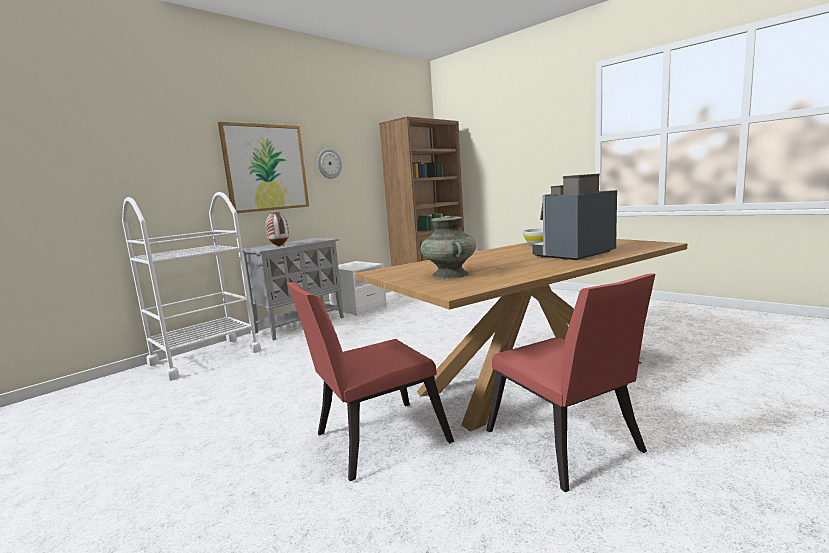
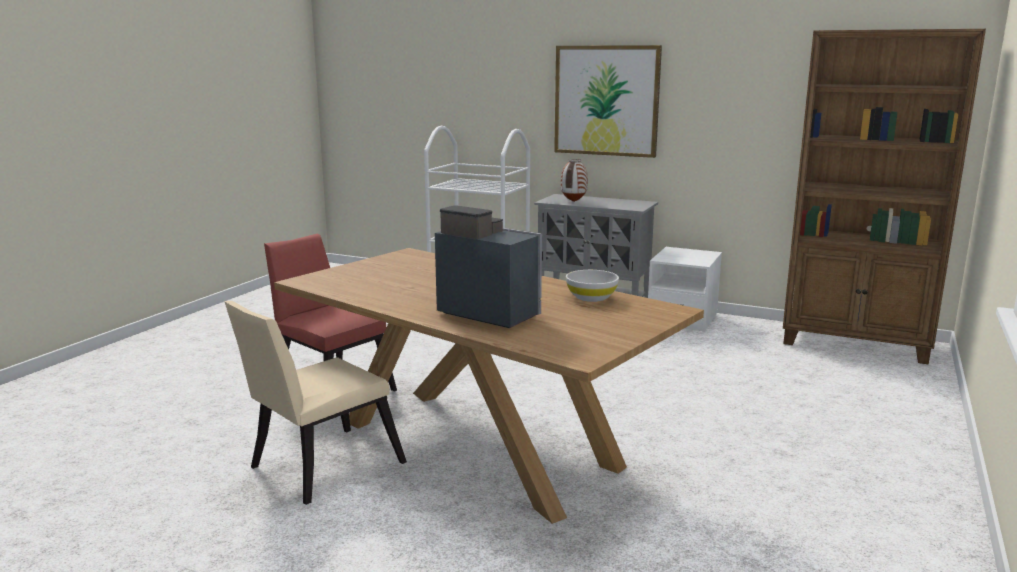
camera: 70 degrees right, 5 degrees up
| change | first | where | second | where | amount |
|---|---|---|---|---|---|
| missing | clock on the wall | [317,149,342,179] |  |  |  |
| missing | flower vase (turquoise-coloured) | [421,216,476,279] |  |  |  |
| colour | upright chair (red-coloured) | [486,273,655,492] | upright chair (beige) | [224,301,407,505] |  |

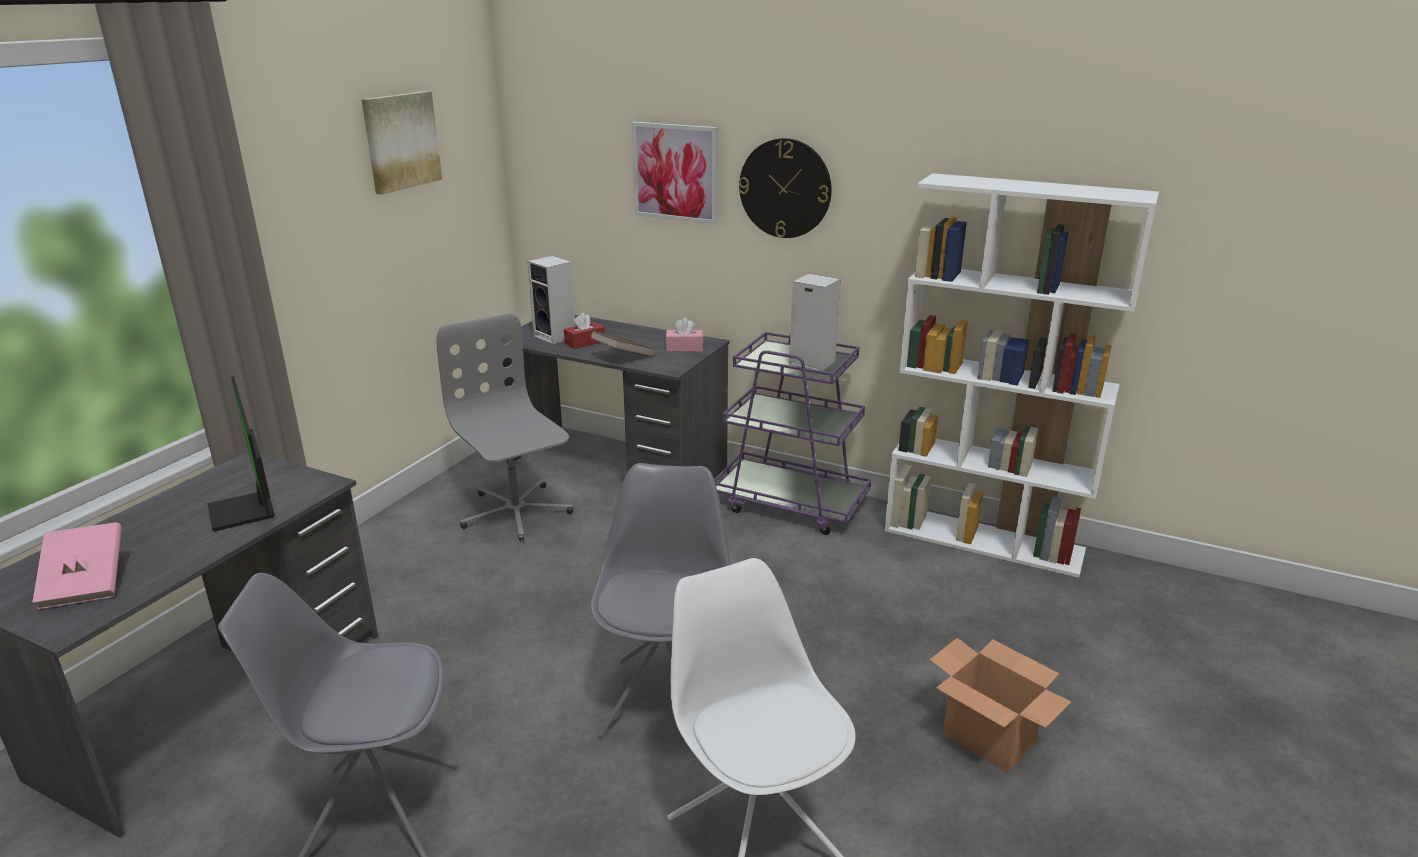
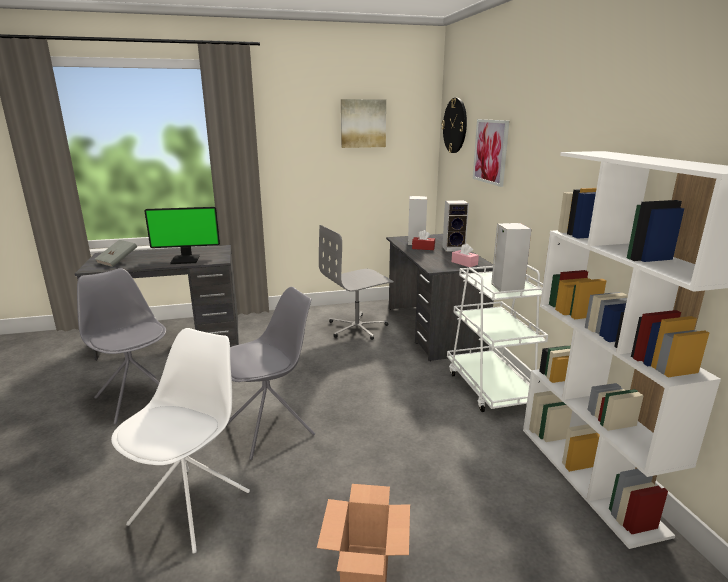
camera: 50 degrees right, 5 degrees down
| change | first | where | second | where | amount |
|---|---|---|---|---|---|
| relocated | clock on the wall | [739,138,832,238] |  | [441,98,467,153] |  |
| spun | office chair (grey) | [436,313,573,541] |  | [319,225,394,340] | 135 degrees counterclockwise |
| missing | book (brown) | [590,331,655,357] |  |  |  |
| colour | cart (purplish) | [714,332,871,535] | cart (whitish) | [447,265,548,412] |  |
| spun | computer screen | [207,376,275,532] |  | [144,207,220,264] | 120 degrees counterclockwise |
| colour | book (pinkish) | [32,522,122,610] | book (grey) | [95,240,137,267] |  |
| appeared |  |  | loudspeaker | [442,200,469,252] |  |

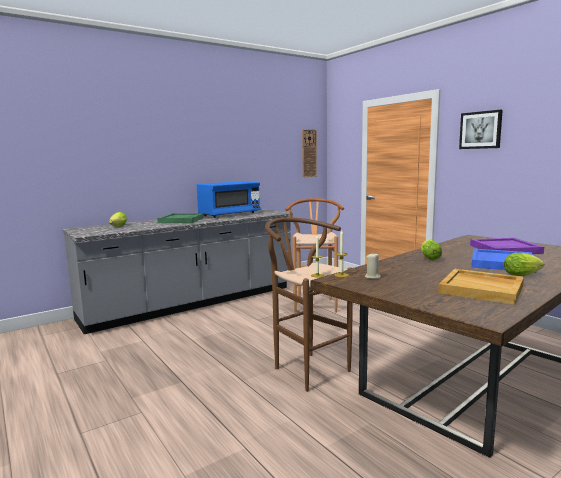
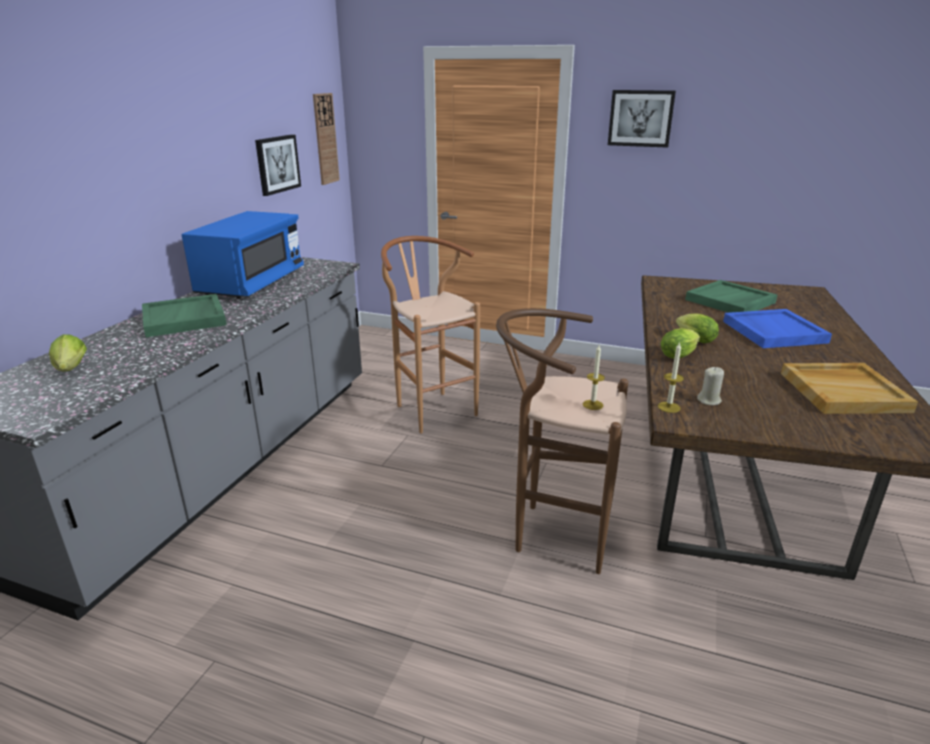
camera: 35 degrees left, 15 degrees up
| change | first | where | second | where | amount |
|---|---|---|---|---|---|
| colour | tray (purplish) | [470,238,544,254] | tray (green-coloured) | [685,280,777,313] |  |
| relocated | lettuce | [504,253,544,276] |  | [660,328,700,359] |  |
| appeared |  |  | wall art | [255,134,301,196] |  |

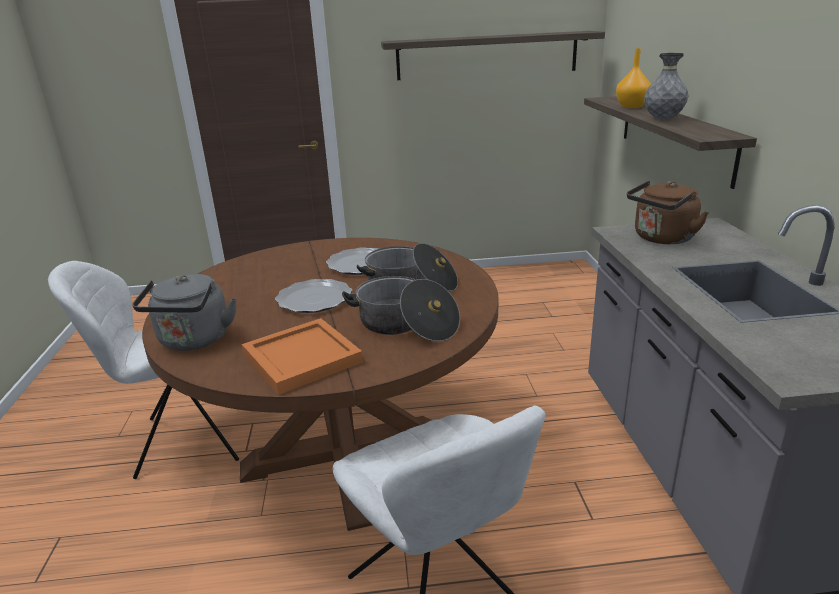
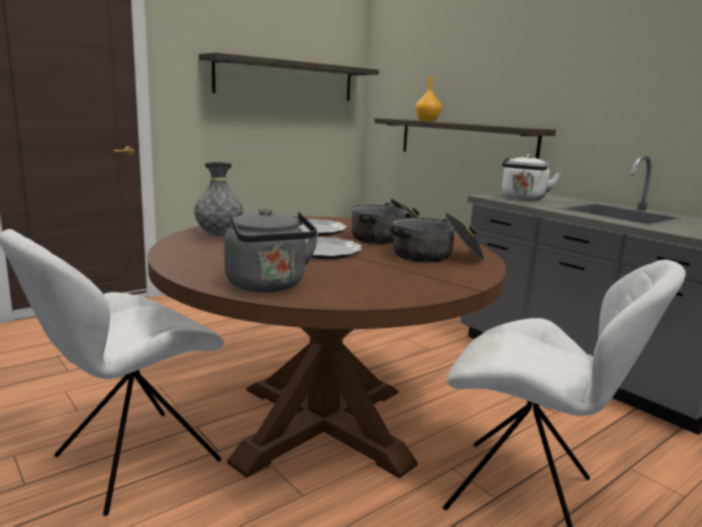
camera: 35 degrees left, 10 degrees down
| change | first | where | second | where | amount |
|---|---|---|---|---|---|
| relocated | flower vase (grey) | [644,53,688,120] |  | [194,162,243,237] |  |
| colour | water kettle (brown) | [627,180,709,244] | water kettle (whitish) | [502,154,560,200] |  |
| missing | tray (orange) | [242,318,363,395] |  |  |  |

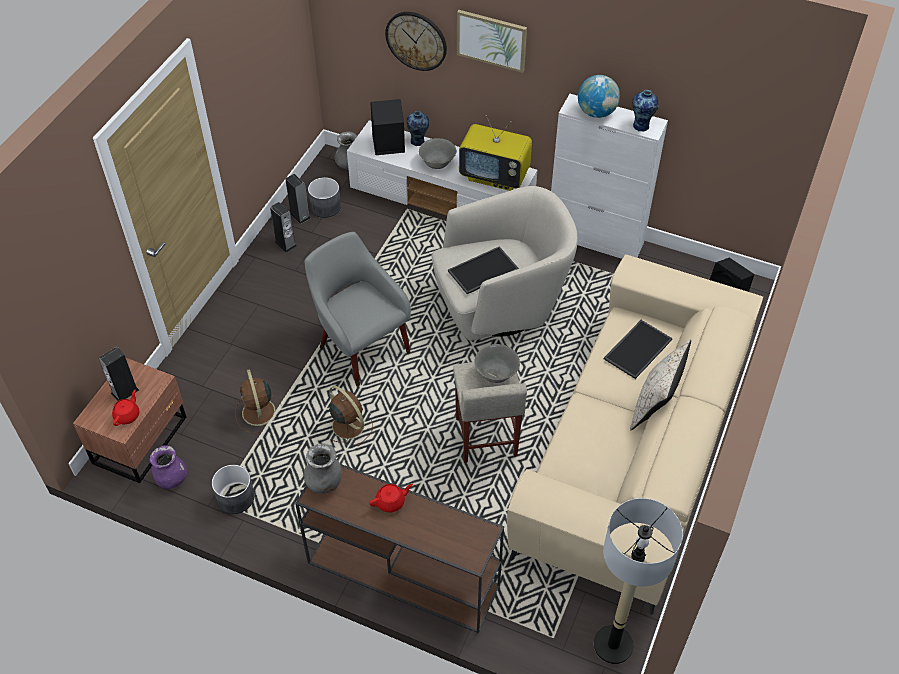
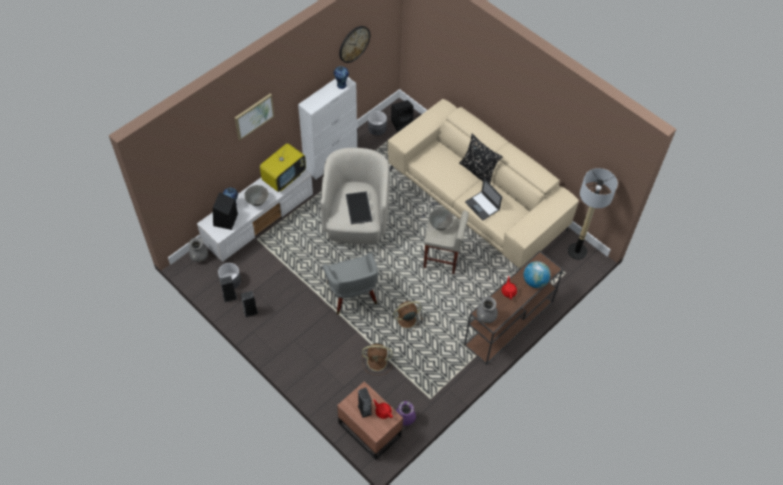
camera: 70 degrees left, 5 degrees up
| change | first | where | second | where | amount |
|---|---|---|---|---|---|
| relocated | clock on the wall | [385,12,447,71] |  | [339,26,370,63] |  |
| relocated | world globe | [578,75,620,118] |  | [524,261,551,288] |  |
| spun | easy chair (grey) | [304,232,411,386] |  | [322,253,378,314] | 90 degrees counterclockwise |
| missing | tray | [604,320,673,379] |  |  |  |
| colour | throw pillow (beige) | [630,339,691,430] | throw pillow (blackish) | [459,134,503,184] |  |
| relocated | plant pot (grey) | [212,465,255,514] |  | [368,111,387,136] |  |
| appeared |  |  | portable computer | [465,179,502,221] |  |

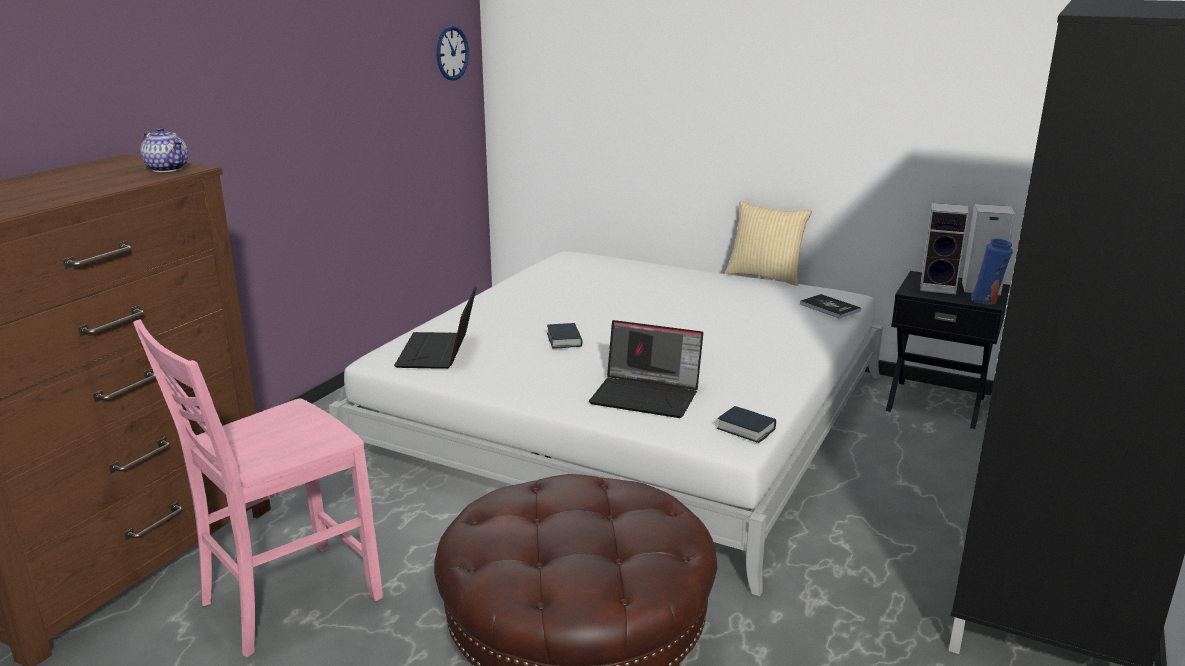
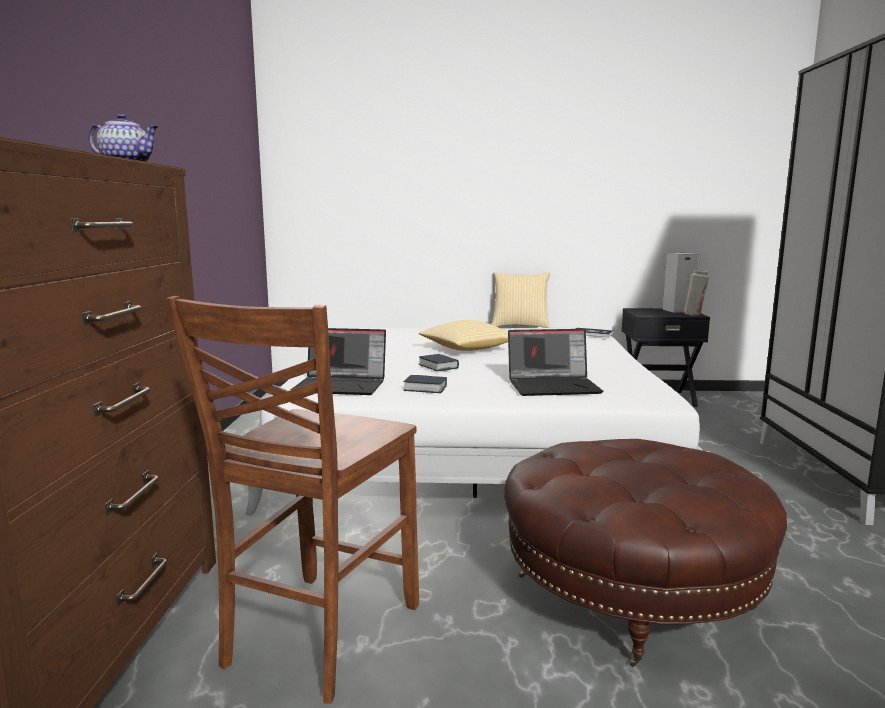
camera: 25 degrees left, 10 degrees down
| change | first | where | second | where | amount |
|---|---|---|---|---|---|
| missing | clock on the wall | [436,26,469,80] |  |  |  |
| missing | loudspeaker | [920,203,969,295] |  |  |  |
| colour | flower vase (bluish) | [971,239,1013,304] | flower vase (whitish) | [683,270,709,315] |  |
| spun | portable computer | [394,286,477,369] |  | [290,328,386,395] | 60 degrees counterclockwise |
| colour | upright chair (pinkish) | [133,319,383,657] | upright chair (brown) | [166,296,419,704] |  |
| relocated | book | [717,406,776,443] |  | [403,375,447,393] |  |
| appeared |  |  | throw pillow | [419,320,508,351] |  |

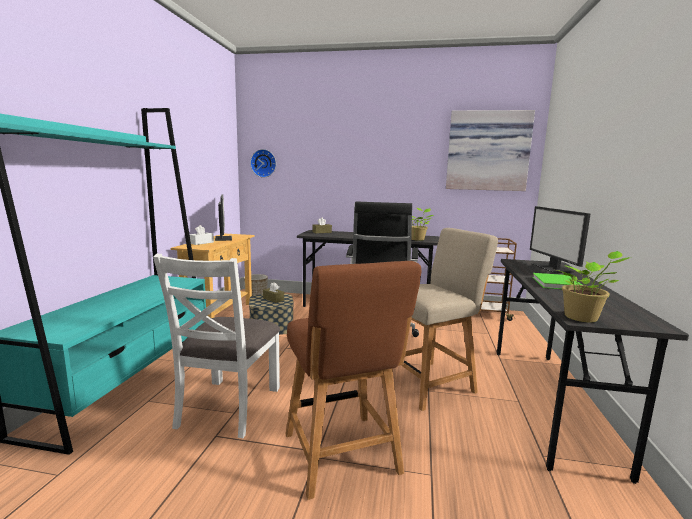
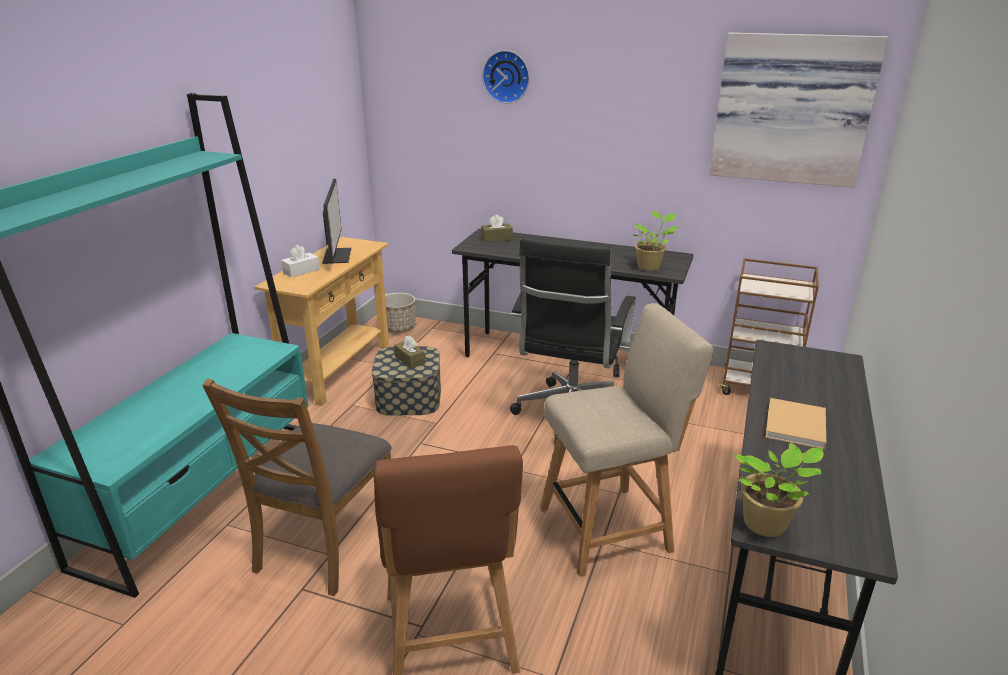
camera: 10 degrees right, 15 degrees up
| change | first | where | second | where | amount |
|---|---|---|---|---|---|
| relocated | clock on the wall | [250,149,276,178] |  | [482,50,530,104] |  |
| missing | computer screen | [530,206,591,272] |  |  |  |
| colour | upright chair (whitish) | [153,254,280,438] | upright chair (brown) | [202,379,392,596] |  |
| colour | book (green-coloured) | [532,273,582,289] | book (beige) | [765,398,826,449] |  |

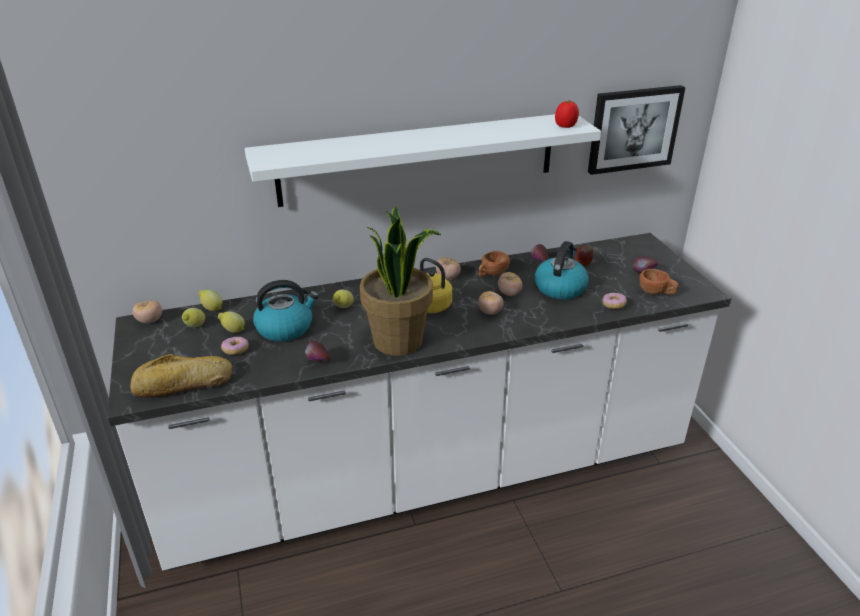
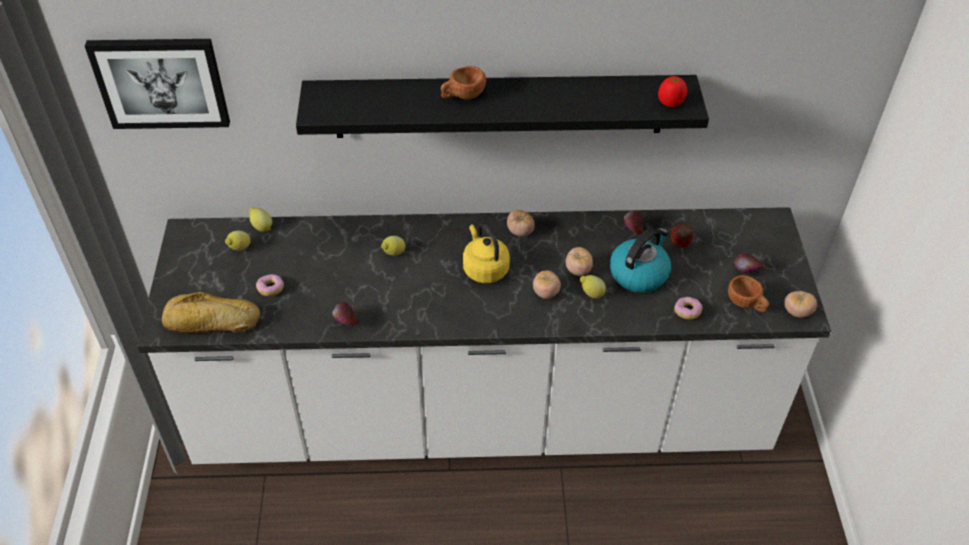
camera: 15 degrees right, 15 degrees up
| change | first | where | second | where | amount |
|---|---|---|---|---|---|
| relocated | wall art | [588,85,685,175] |  | [85,39,230,129] |  |
| colour | bracket shelf (whitish) | [245,114,601,207] | bracket shelf (blackish) | [296,75,709,138] |  |
| missing | potted plant | [360,205,441,356] |  |  |  |
| relocated | small cup (brown) | [479,251,510,277] |  | [441,66,486,99] |  |
| missing | water kettle | [253,280,319,342] |  |  |  |
| relocated | tomato | [132,300,162,323] |  | [784,291,817,318] |  |
| relocated | citrus fruit | [218,311,245,333] |  | [580,275,606,298] |  |

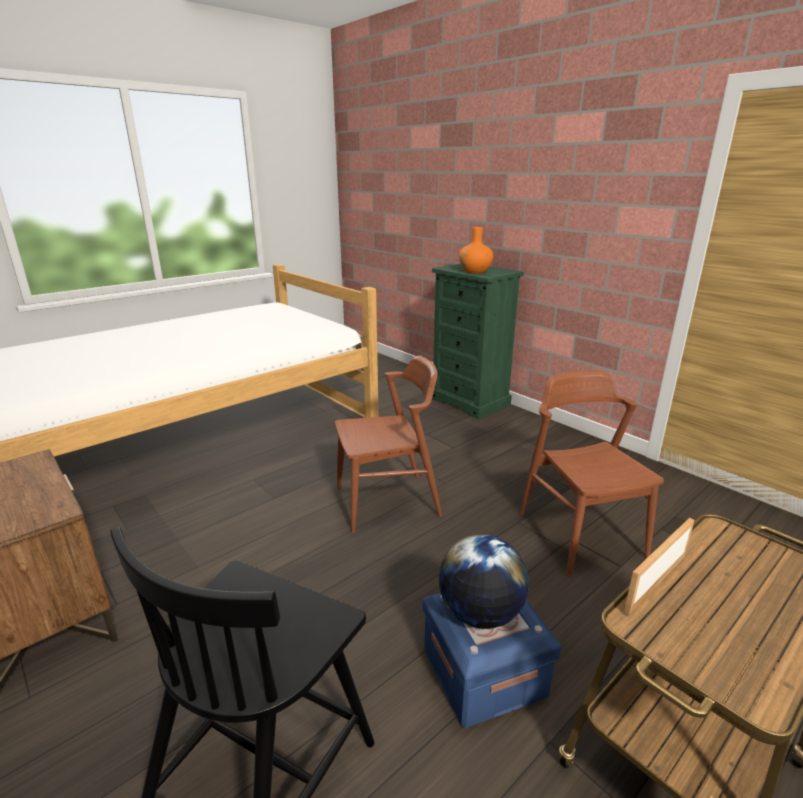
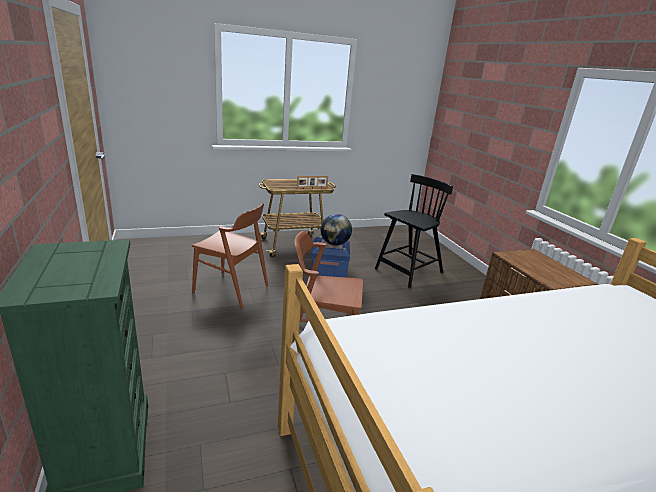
camera: 160 degrees left, 0 degrees up
| change | first | where | second | where | amount |
|---|---|---|---|---|---|
| missing | flower vase (orange) | [459,227,493,274] |  |  |  |
| spun | upright chair (brown) | [520,371,664,576] |  | [192,203,268,308] | 75 degrees counterclockwise |

